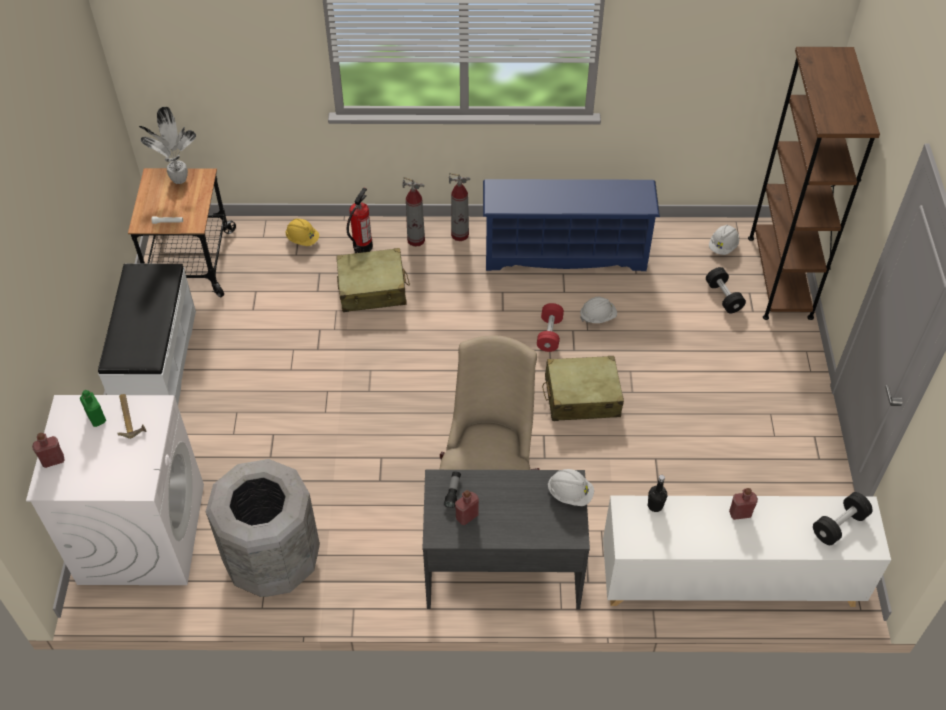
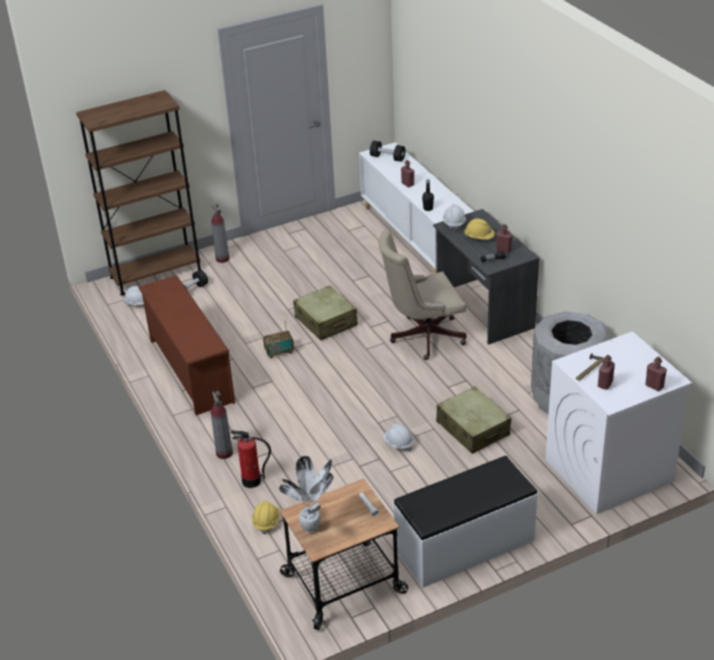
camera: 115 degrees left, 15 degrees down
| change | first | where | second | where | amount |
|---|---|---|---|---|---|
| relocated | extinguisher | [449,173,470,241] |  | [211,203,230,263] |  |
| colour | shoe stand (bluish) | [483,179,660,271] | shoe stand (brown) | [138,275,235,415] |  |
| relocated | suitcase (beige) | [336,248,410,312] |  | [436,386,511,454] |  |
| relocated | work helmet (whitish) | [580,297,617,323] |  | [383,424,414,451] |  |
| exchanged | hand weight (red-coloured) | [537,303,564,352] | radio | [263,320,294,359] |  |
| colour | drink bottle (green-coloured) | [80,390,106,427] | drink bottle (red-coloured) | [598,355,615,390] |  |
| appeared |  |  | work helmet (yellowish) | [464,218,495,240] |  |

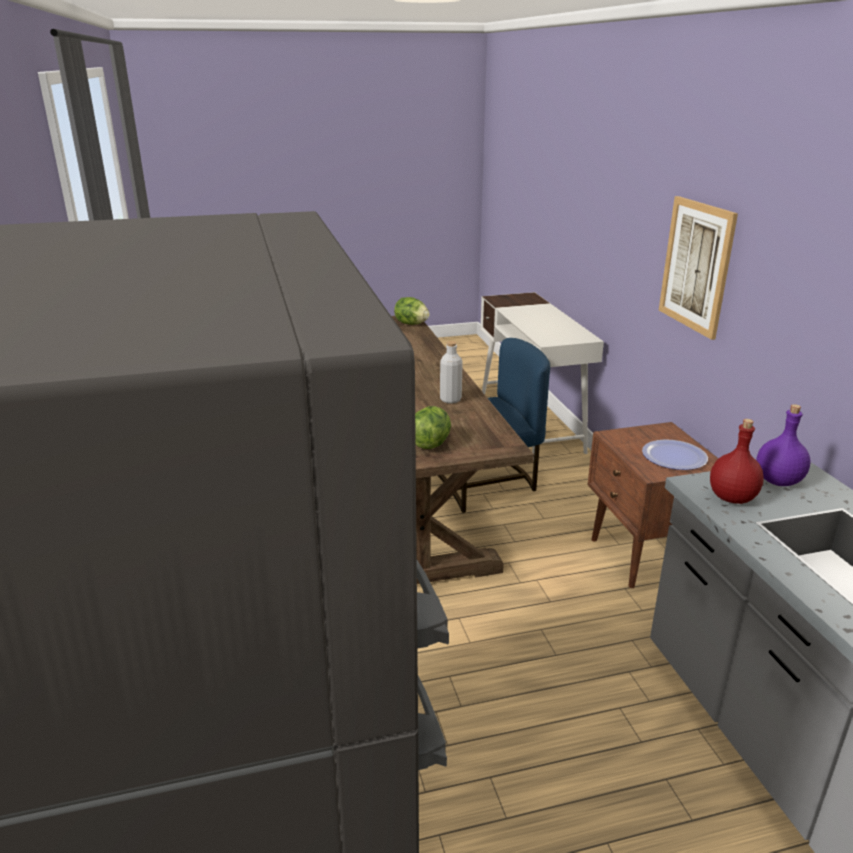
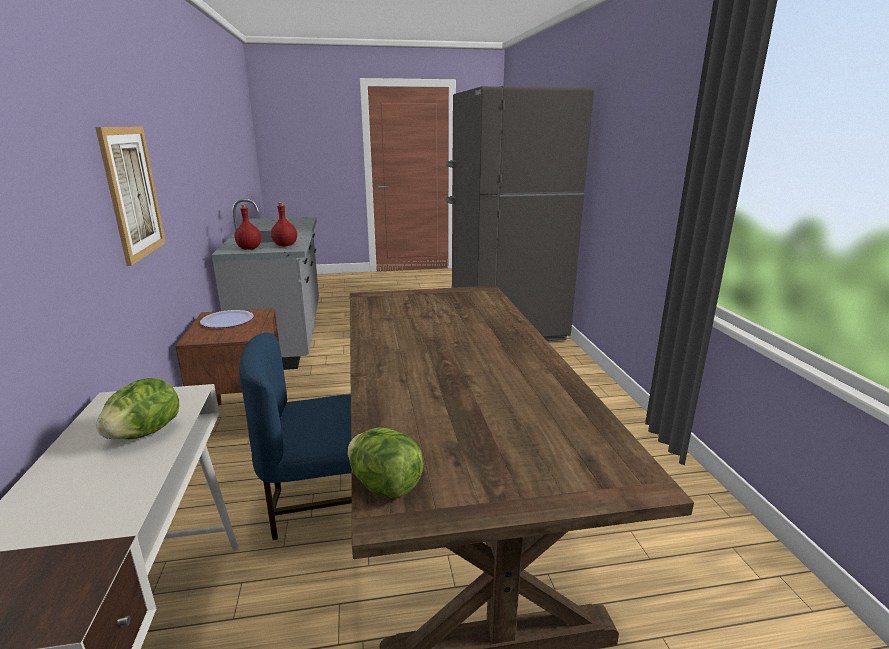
camera: 175 degrees left, 5 degrees down
| change | first | where | second | where | amount |
|---|---|---|---|---|---|
| missing | drink bottle (grey) | [440,341,463,404] |  |  |  |
| colour | drink bottle (purplish) | [756,404,811,486] | drink bottle (red-coloured) | [234,204,261,250] |  |
| relocated | lettuce | [415,406,451,449] |  | [96,378,179,439] |  |

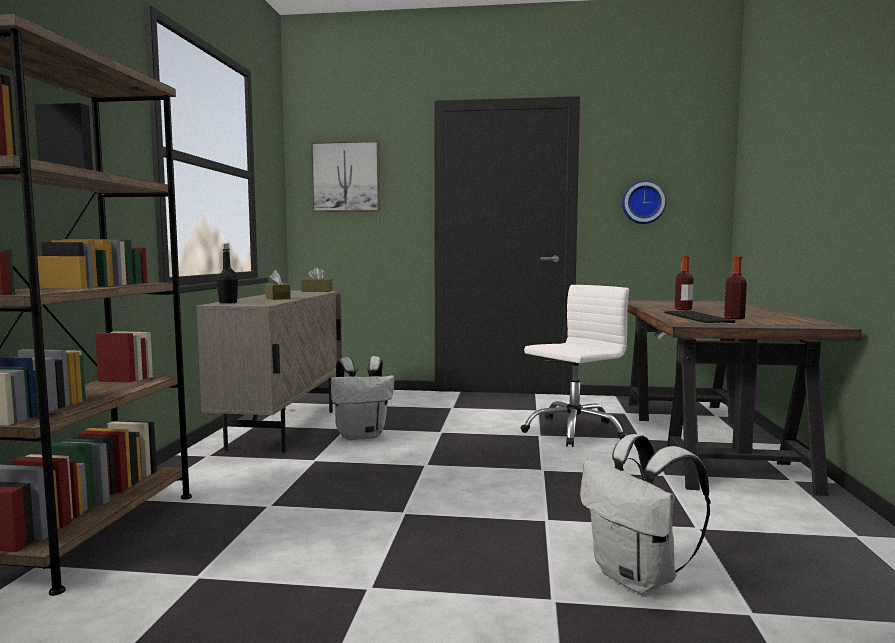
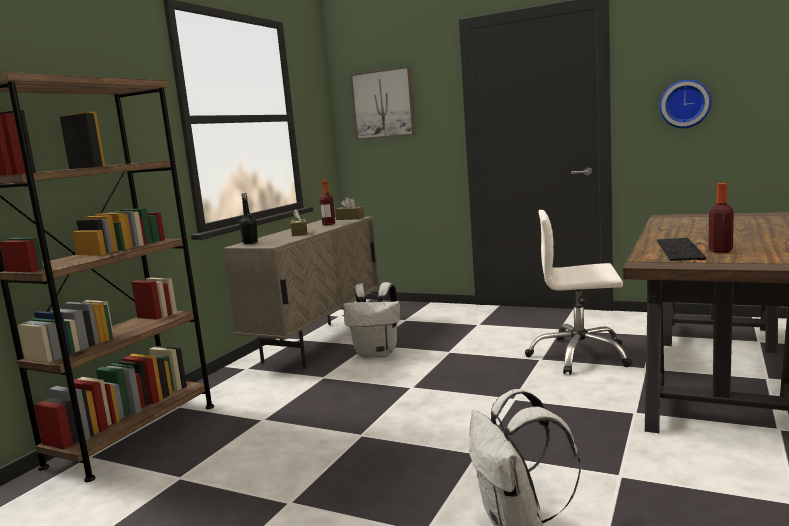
camera: 20 degrees right, 5 degrees up
| change | first | where | second | where | amount |
|---|---|---|---|---|---|
| relocated | drink bottle | [675,256,694,310] |  | [320,180,335,225] |  |
| spun | office chair (whitish) | [521,285,629,447] |  | [525,210,632,375] | 150 degrees counterclockwise |

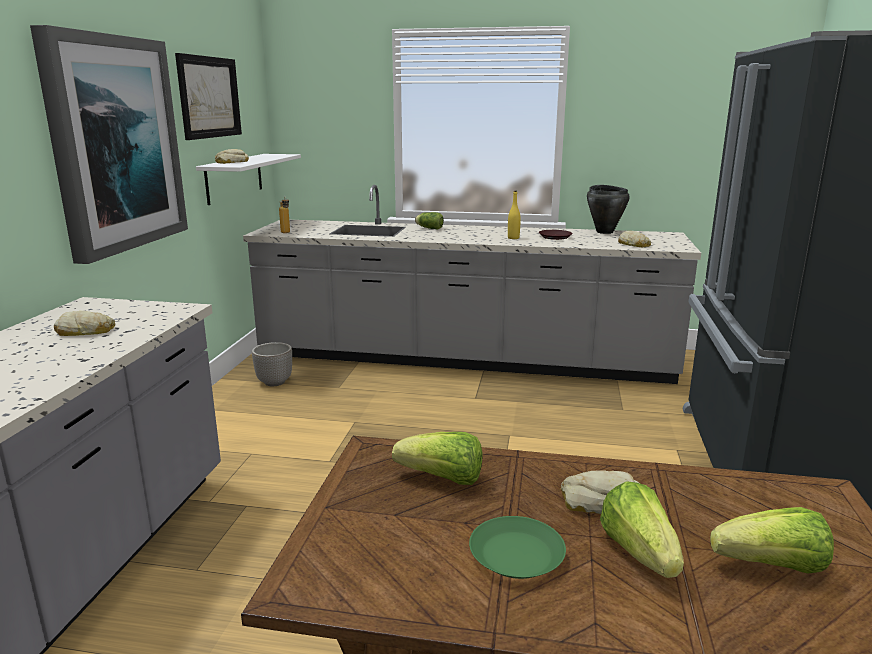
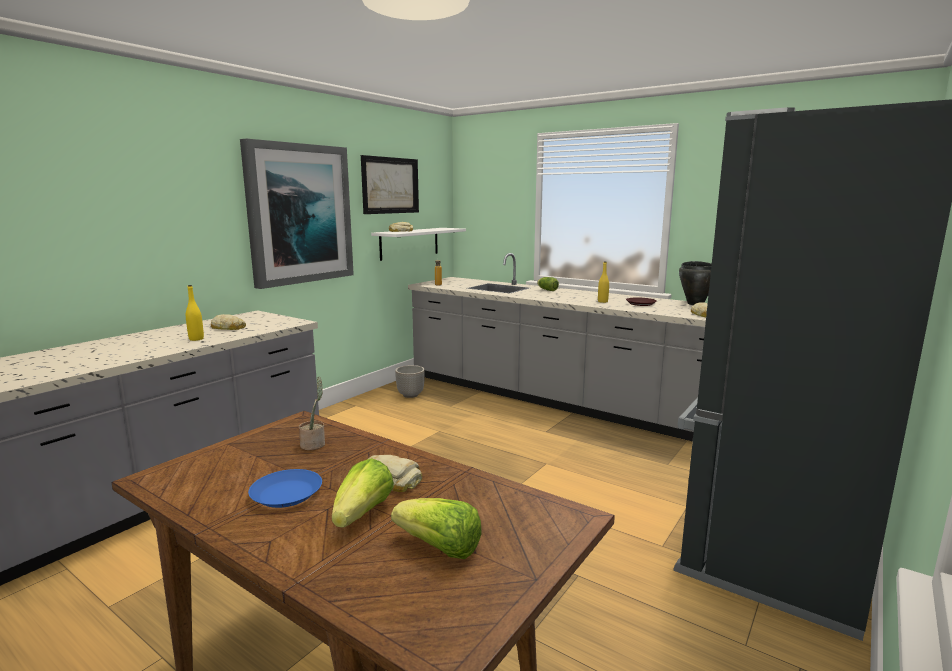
camera: 25 degrees right, 5 degrees down
| change | first | where | second | where | amount |
|---|---|---|---|---|---|
| exchanged | lettuce | [392,432,483,485] | potted plant | [298,377,325,450] |  |
| colour | flat dish (green-coloured) | [469,516,566,579] | flat dish (bluish) | [248,469,322,508] |  |
| appeared |  |  | drink bottle (yellowish) | [186,285,204,341] |  |

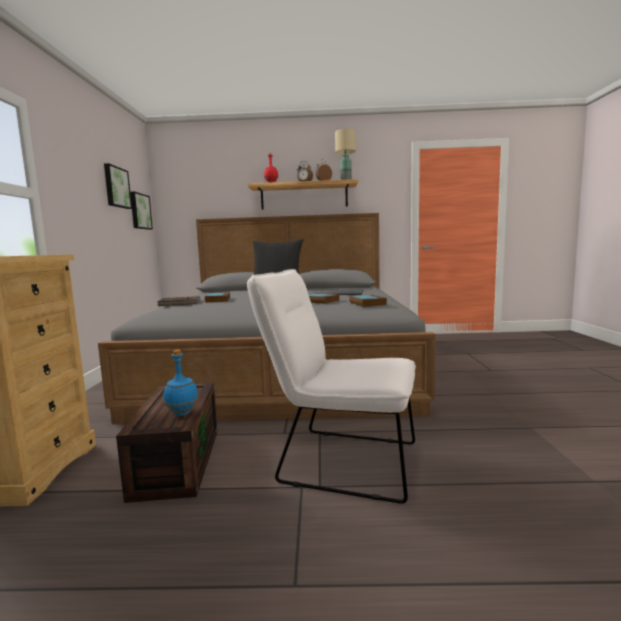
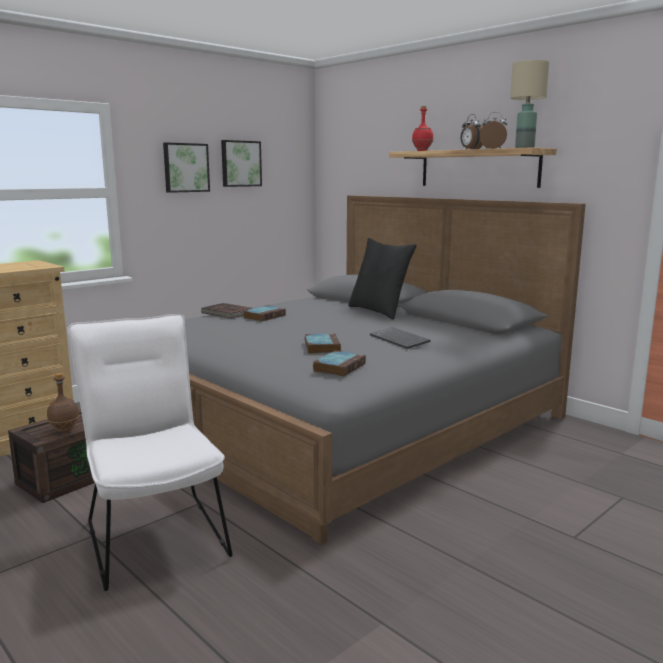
camera: 45 degrees right, 5 degrees up
| change | first | where | second | where | amount |
|---|---|---|---|---|---|
| relocated | wall art | [130,191,153,230] |  | [163,142,210,193] |  |
| colour | drink bottle (bluish) | [164,349,198,416] | drink bottle (brown) | [47,373,79,432] |  |

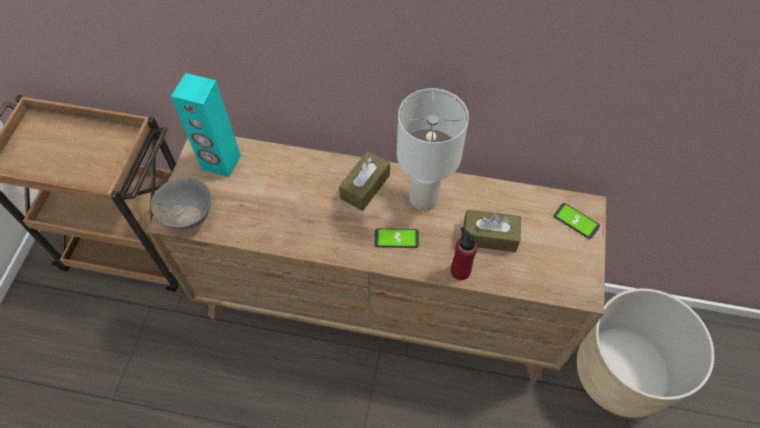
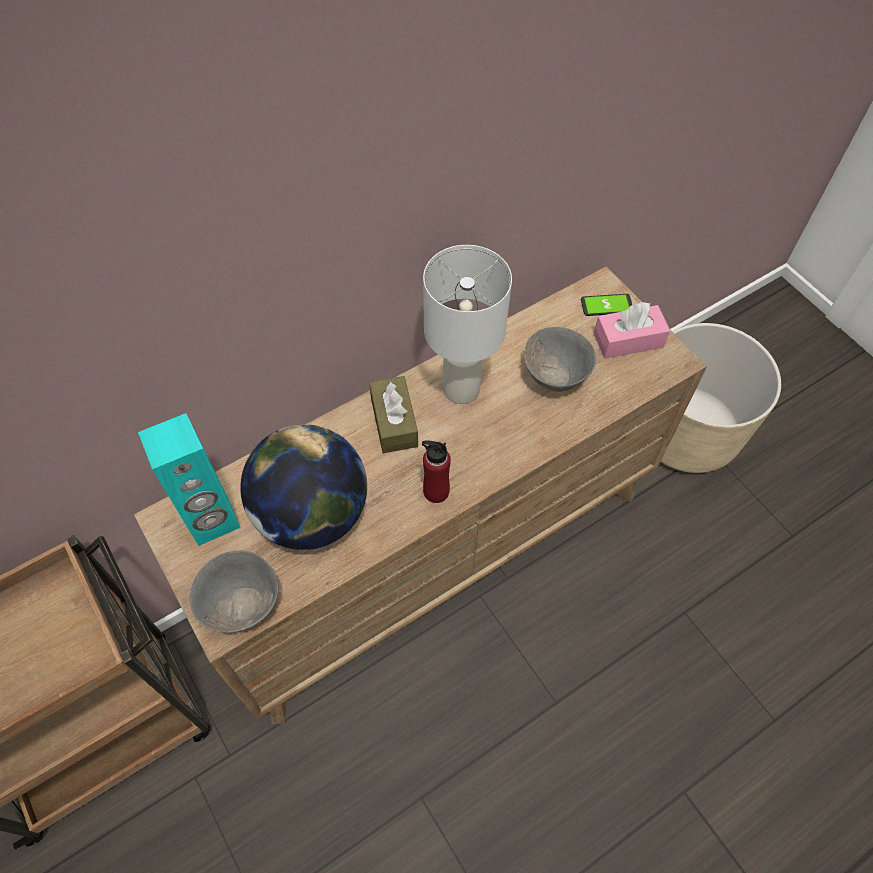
camera: 45 degrees left, 0 degrees up
| change | first | where | second | where | amount |
|---|---|---|---|---|---|
| exchanged | box of tissues (brown) | [463,210,521,252] | serving bowl (grey) | [524,327,596,392] |  |
| relocated | drink bottle (red-coloured) | [451,227,477,280] |  | [422,440,451,503] |  |
| missing | telephone | [375,228,419,248] |  |  |  |
| appeared |  |  | box of tissues (pinkish) | [594,302,670,359] |  |
| appeared |  |  | world globe | [240,424,367,550] |  |

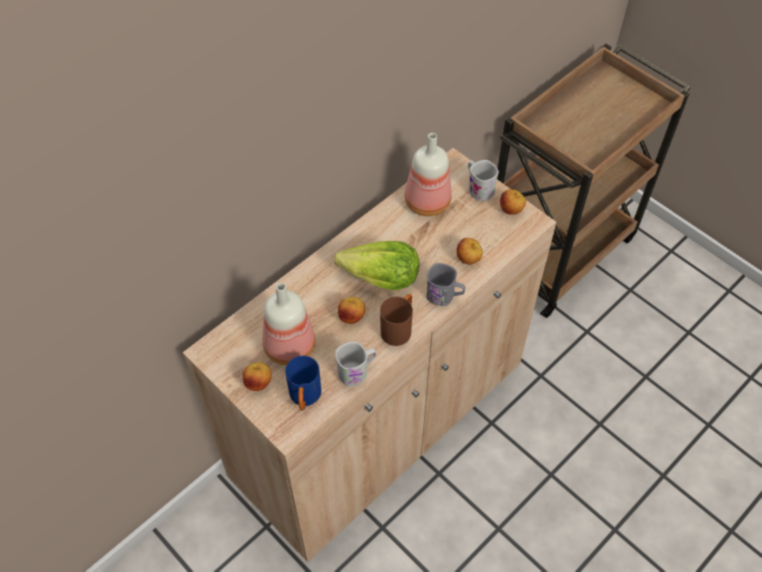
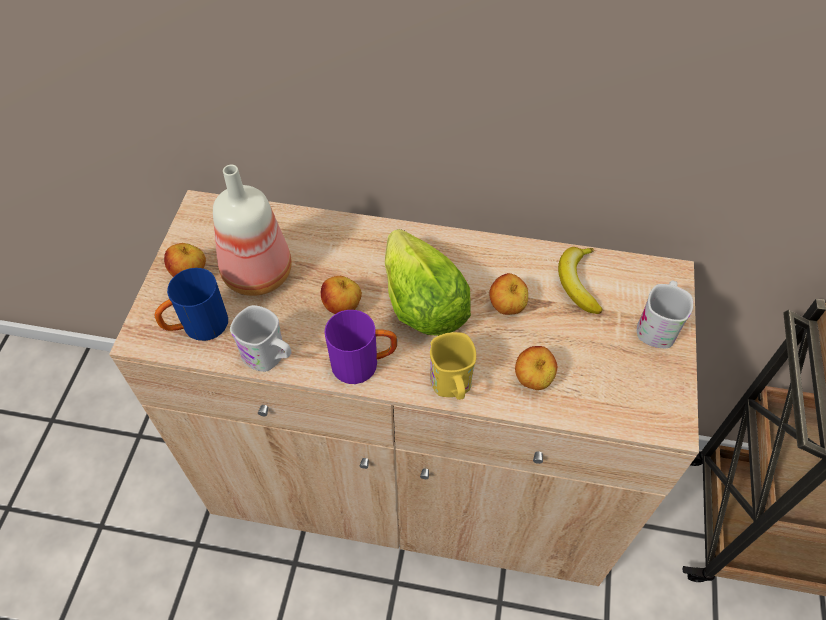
camera: 55 degrees right, 0 degrees up
| change | first | where | second | where | amount |
|---|---|---|---|---|---|
| exchanged | drink bottle | [405,133,452,216] | banana fruit | [558,247,603,314] |  |
| relocated | apple fruit | [500,189,526,215] |  | [489,273,528,315] |  |
| colour | mug (grey) | [426,263,465,306] | mug (yellowish) | [430,332,476,400] |  |
| colour | mug (brown) | [380,294,413,346] | mug (purplish) | [325,310,397,384] |  |

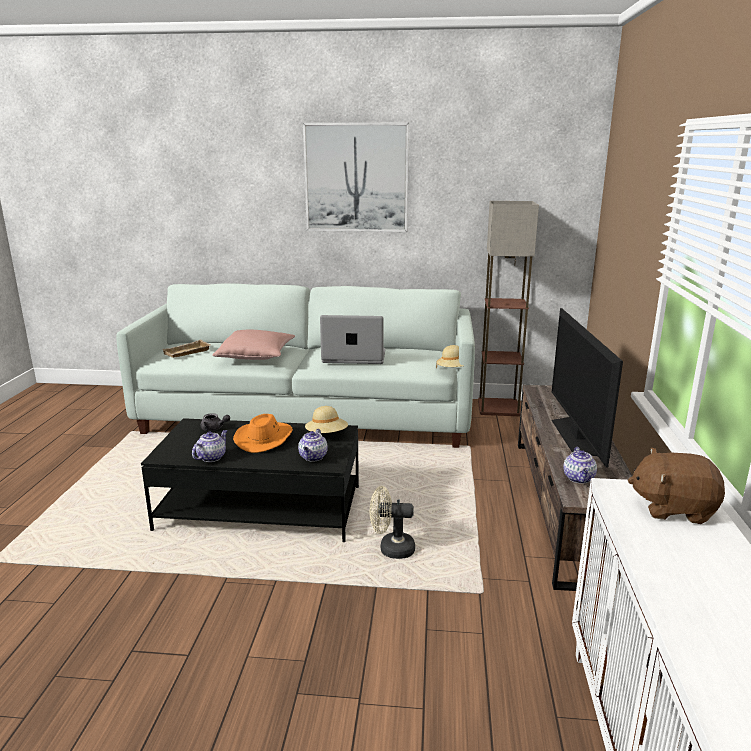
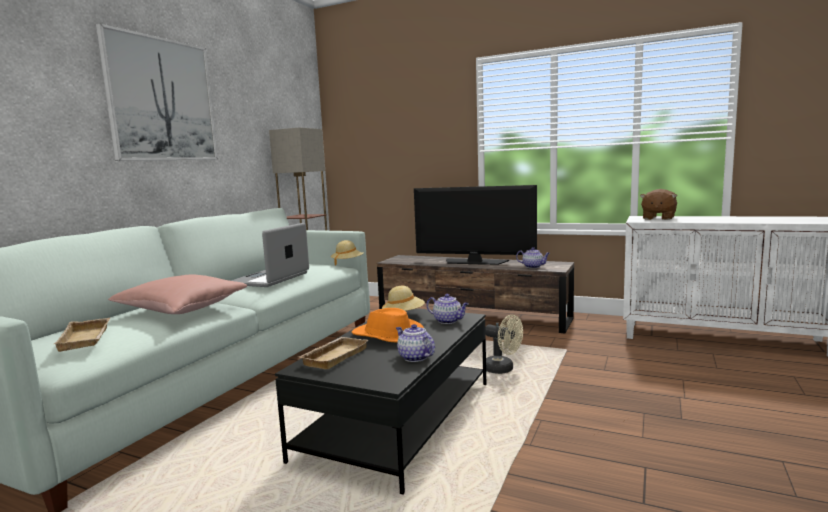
camera: 70 degrees left, 10 degrees down
| change | first | where | second | where | amount |
|---|---|---|---|---|---|
| exchanged | tea pot (grey) | [200,413,230,431] | tray (beige) | [299,337,368,369] |  |
| spun | electric fan (beige) | [370,486,415,559] |  | [485,315,523,374] | 75 degrees counterclockwise |

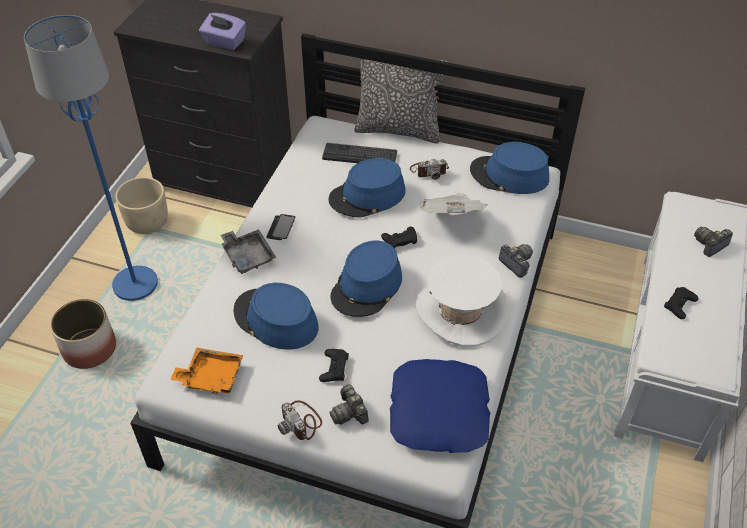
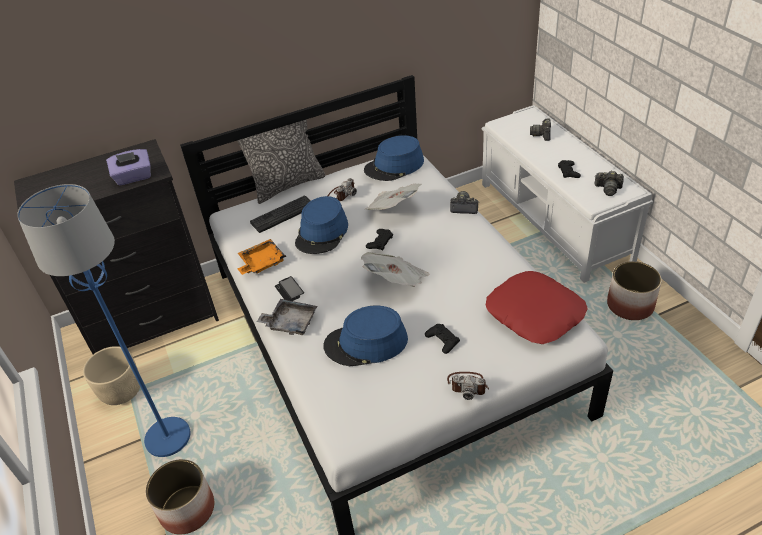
camera: 40 degrees left, 5 degrees down
| change | first | where | second | where | amount |
|---|---|---|---|---|---|
| exchanged | clothing hat (bluish) | [330,240,402,317] | newspaper | [361,252,430,287] |  |
| missing | clothing hat (whitish) | [415,254,508,347] |  |  |  |
| relocated | tray (orange) | [170,348,243,394] |  | [237,239,286,275] |  |
| colour | throw pillow (bluish) | [390,359,490,453] | throw pillow (red-coloured) | [486,271,588,344] |  |
| relocated | photo camera | [329,384,369,425] |  | [595,171,624,196] |  |
| appeared |  |  | plant pot | [607,261,662,320] |  |

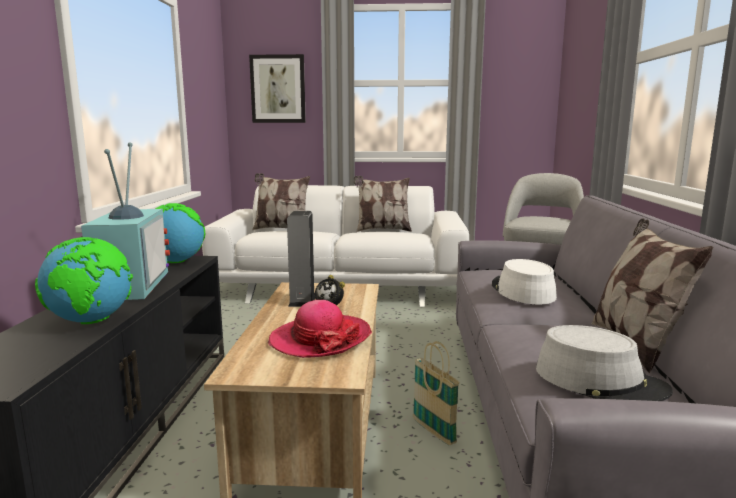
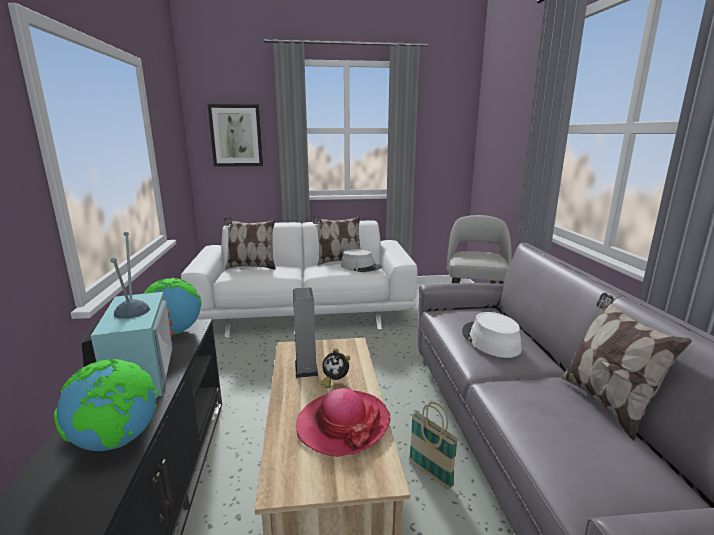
camera: 10 degrees left, 5 degrees up
| change | first | where | second | where | amount |
|---|---|---|---|---|---|
| relocated | clothing hat (grey) | [536,325,673,401] |  | [341,249,382,272] |  |

